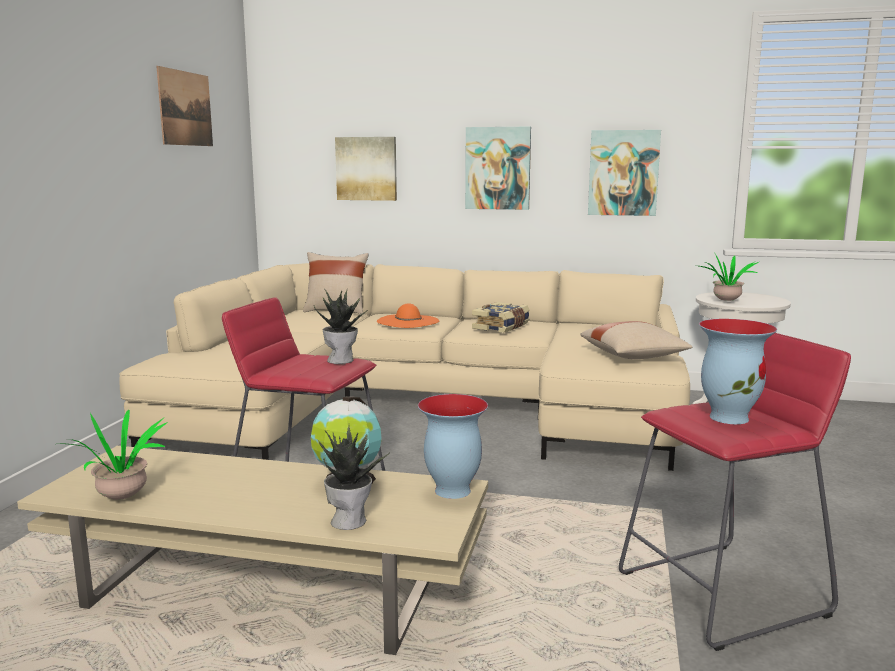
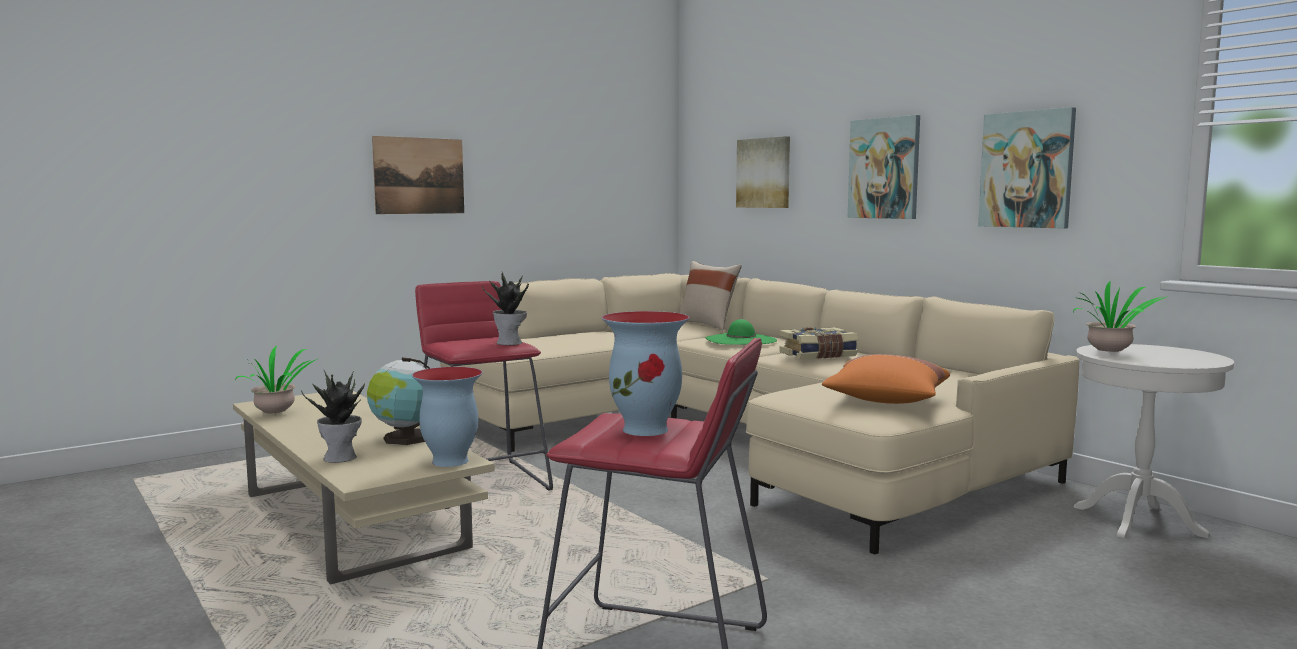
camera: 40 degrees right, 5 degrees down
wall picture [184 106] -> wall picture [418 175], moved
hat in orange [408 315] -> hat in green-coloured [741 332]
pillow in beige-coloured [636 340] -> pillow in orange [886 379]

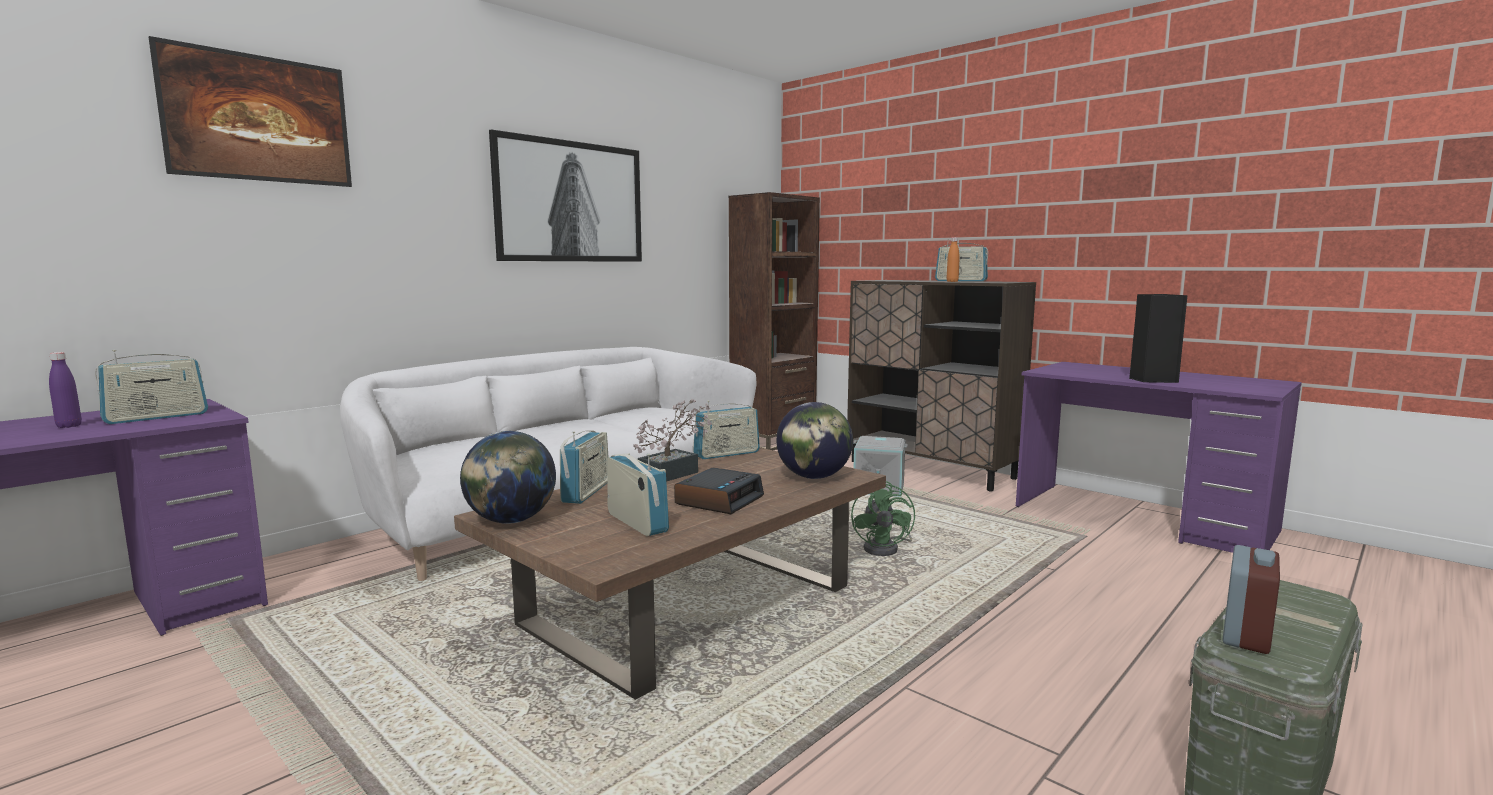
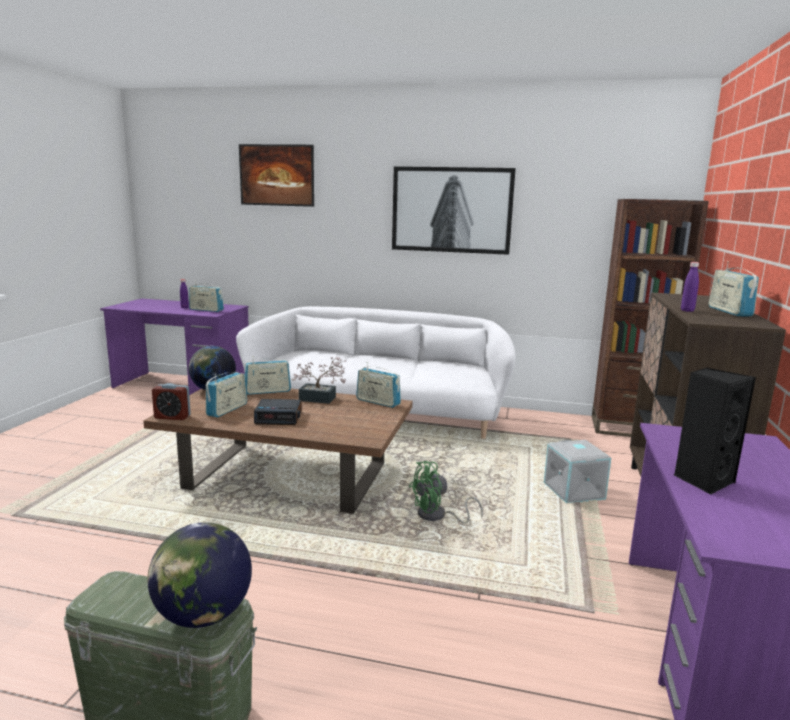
camera: 60 degrees right, 5 degrees up
desk globe [814 440] -> desk globe [199 575], moved
bedside clock [1251 599] -> bedside clock [171 401], moved
bottle in orange [953 259] -> bottle in purplish [690 287]

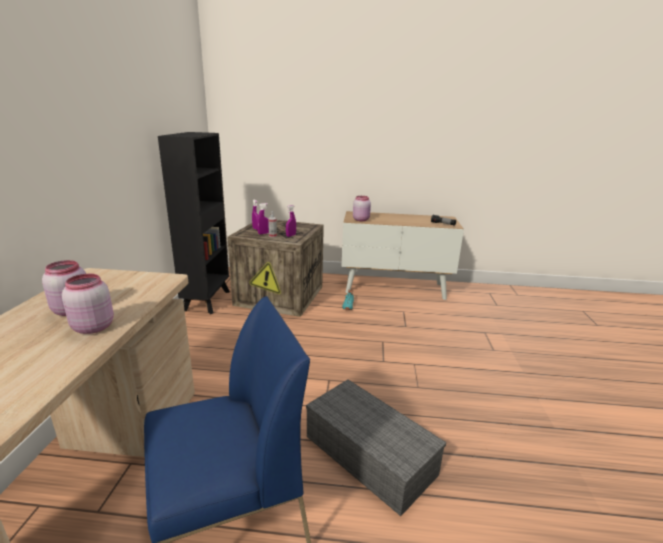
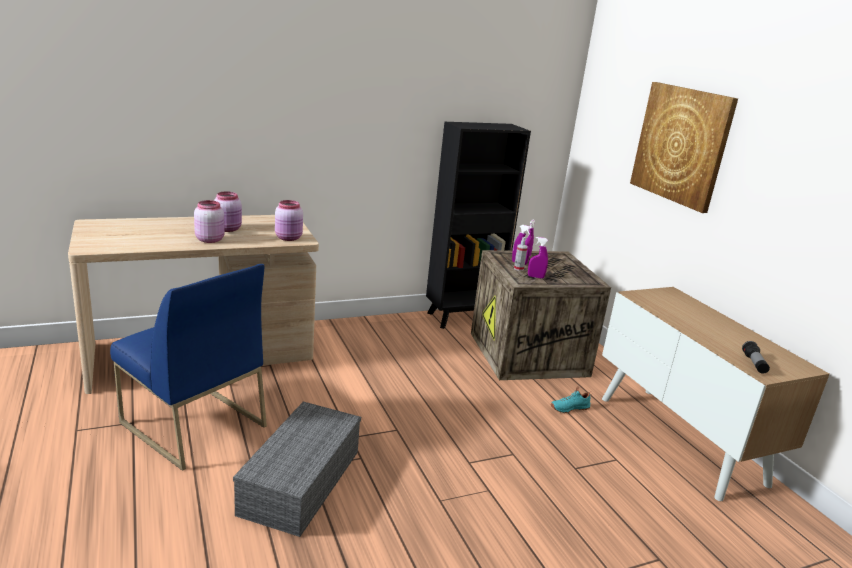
camera: 60 degrees right, 0 degrees up
none -> wall picture [684 147]
jar in pink [362 208] -> jar in pink [289 220], moved

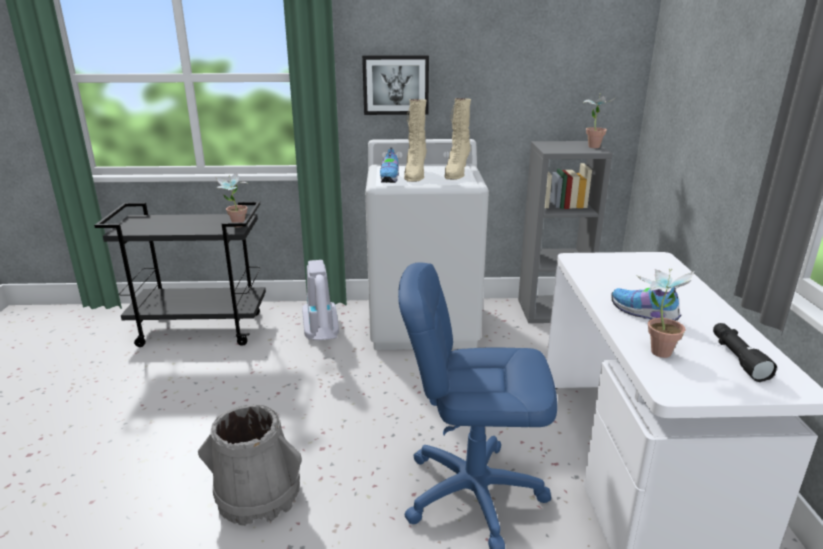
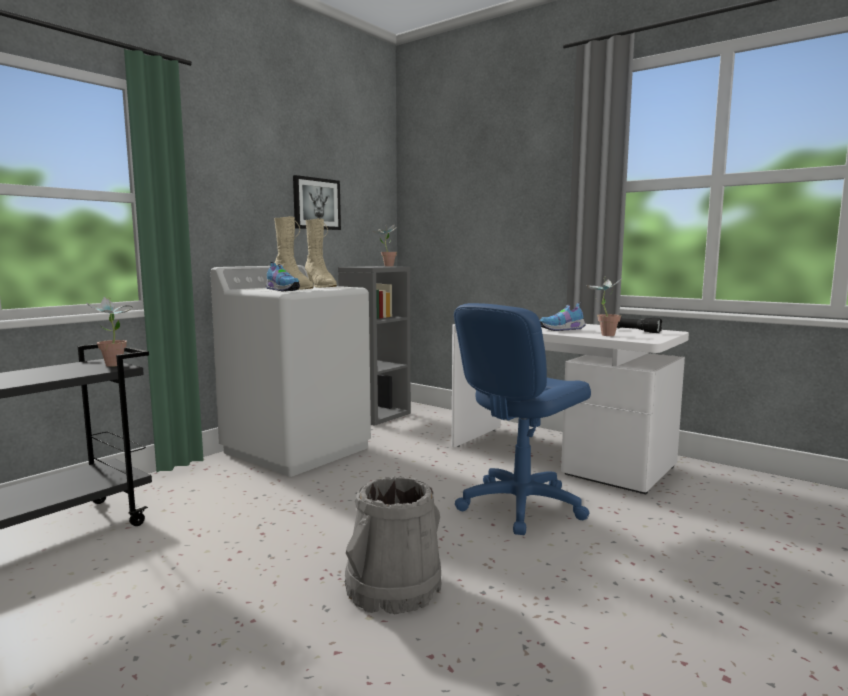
camera: 50 degrees left, 15 degrees down
vacuum cleaner [320 300] -> none
wall picture [395 85] -> wall picture [317 202], moved

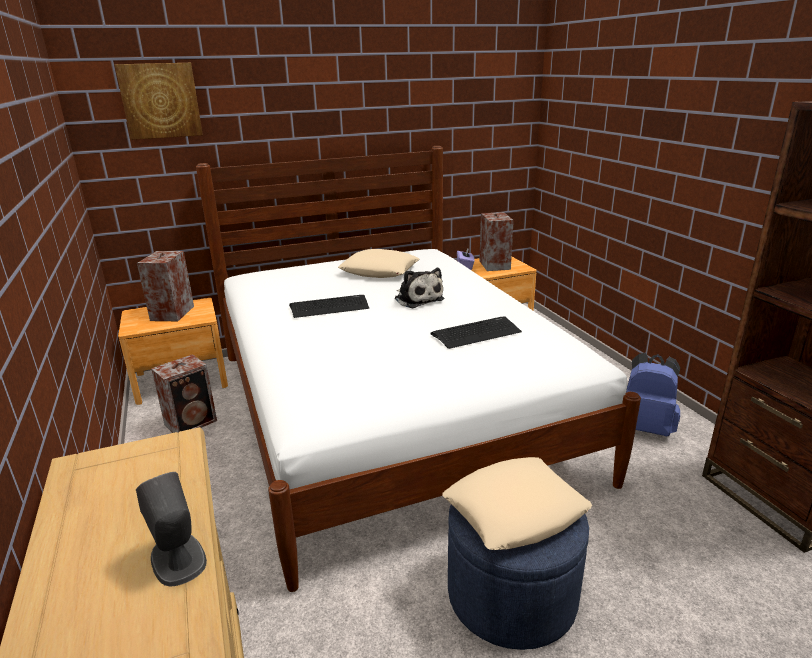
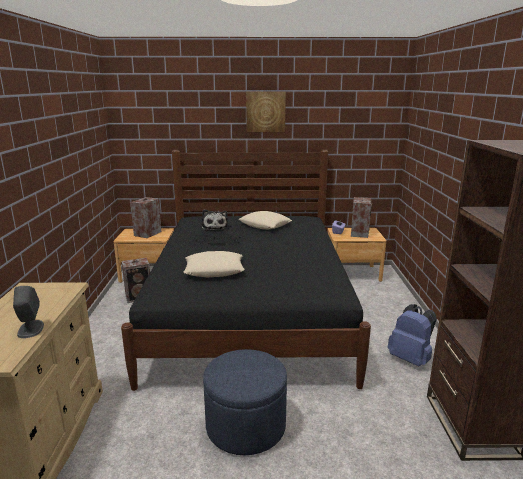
camera: 20 degrees right, 5 degrees down
PC keyboard [476 332] -> none
wall picture [159 101] -> wall picture [266 112], moved
plush toy [419 288] -> plush toy [215 220], moved
pillow in beige-coloured [517 503] -> pillow in beige-coloured [214 264], moved
bedroom bed in whitish [418 369] -> bedroom bed in black [246 270]

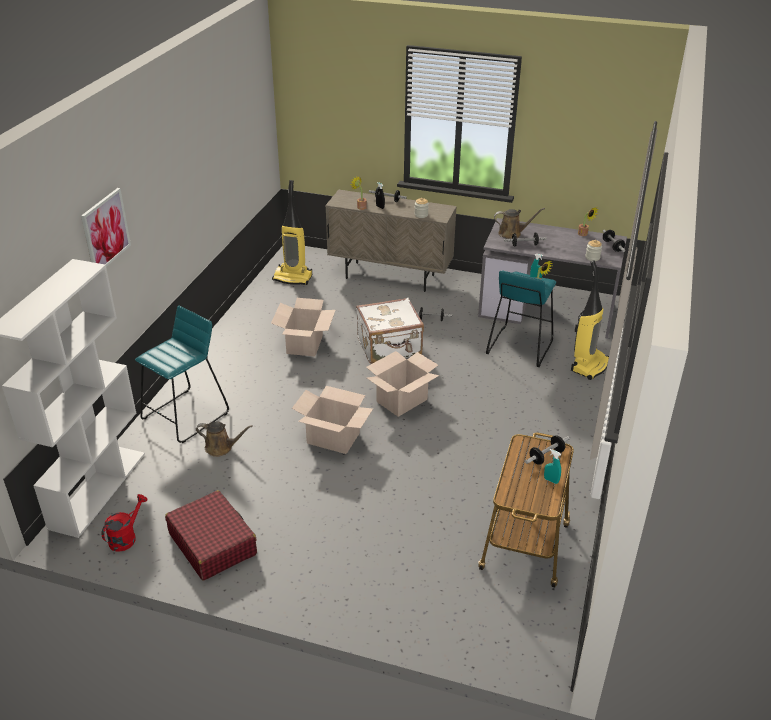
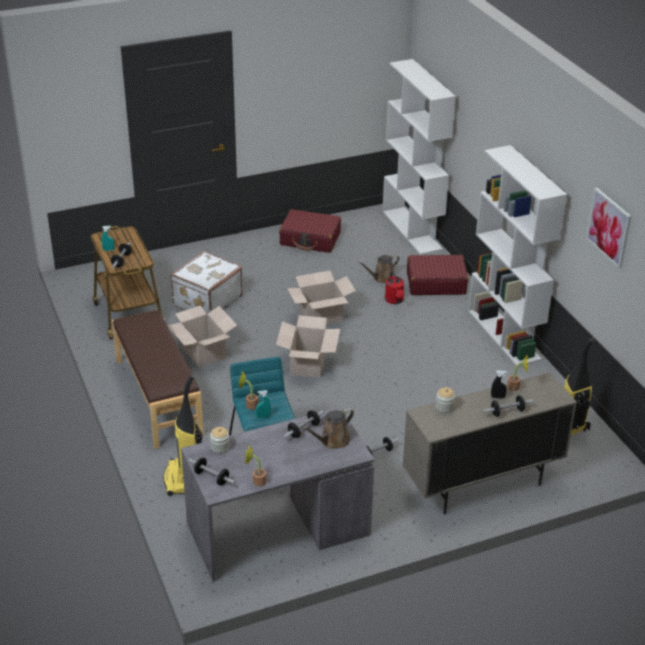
camera: 140 degrees right, 0 degrees up
none -> bench in brown-coloured [158 379]
none -> bookcase in whitish [517 255]
wall picture [106 227] -> wall picture [608 228], moved
watering pot in red [124 523] -> watering pot in red [394 287], moved
packing box [303 327] -> packing box [202 336], moved
piece of luggage in whitish [390 331] -> piece of luggage in whitish [206 282], moved
stool in blue-green [182 374] -> piece of luggage in red [437 275]

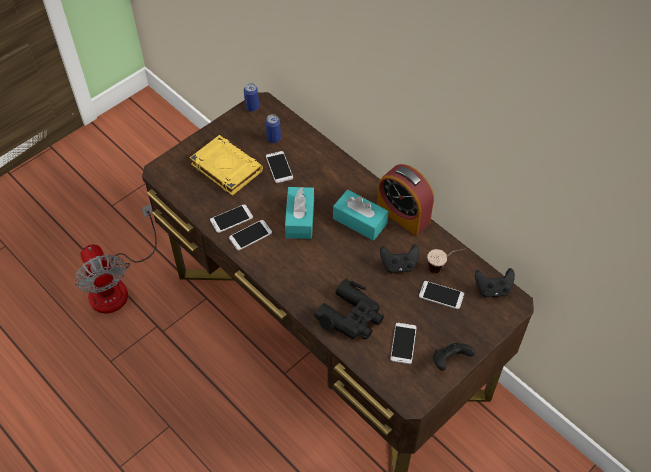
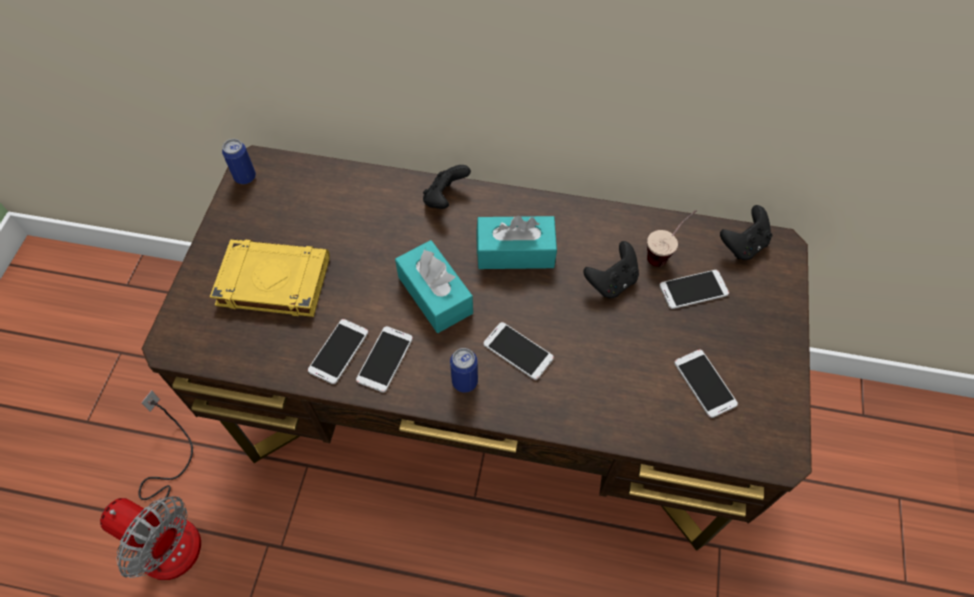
camera: 35 degrees left, 5 degrees up
binoculars in black [349 308] -> none
bedside clock [405 200] -> none
can [273 128] -> can [464 370], moved
phone [279 167] -> phone [518 351], moved
joypad in black [454 357] -> joypad in black [447 187], moved

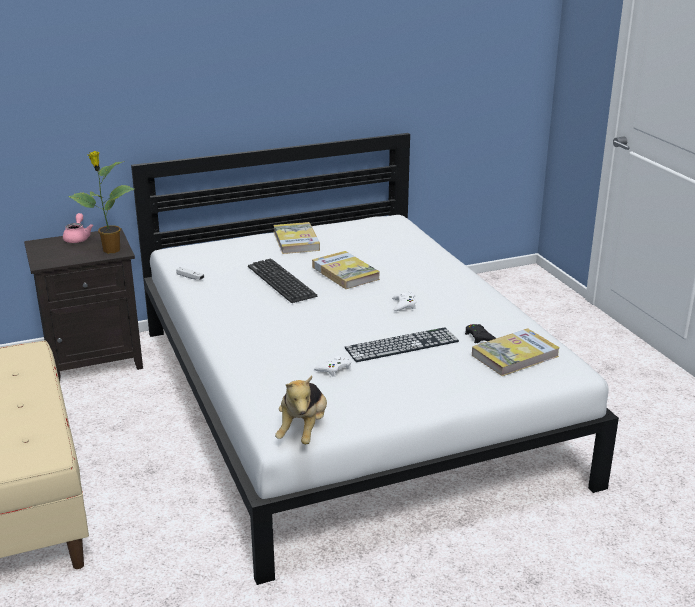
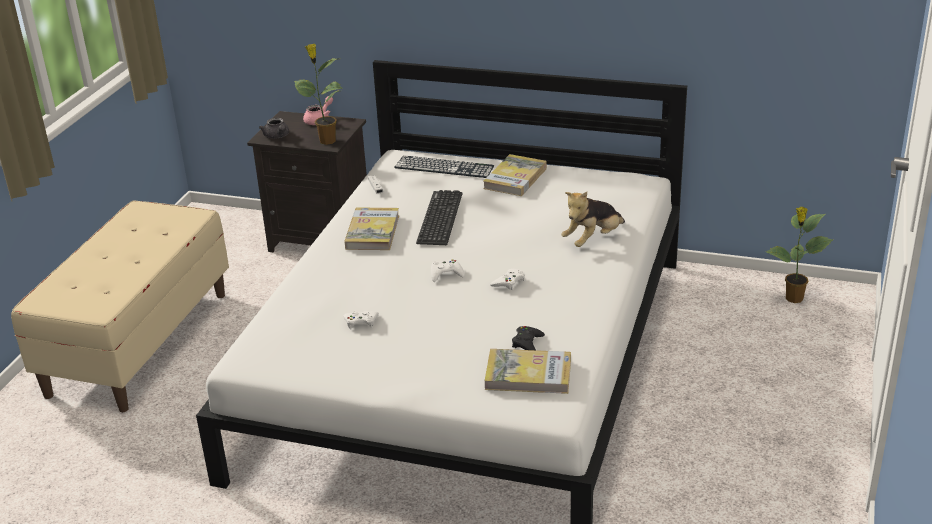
camera: 40 degrees right, 5 degrees up
none -> tea pot in greyish [274 128]
none -> joypad in whitish [448 270]
none -> potted plant [799 255]
plush toy [301 410] -> plush toy [593 219], moved
volume [346 270] -> volume [371 229], moved
PC keyboard [401 345] -> PC keyboard [444 166], moved

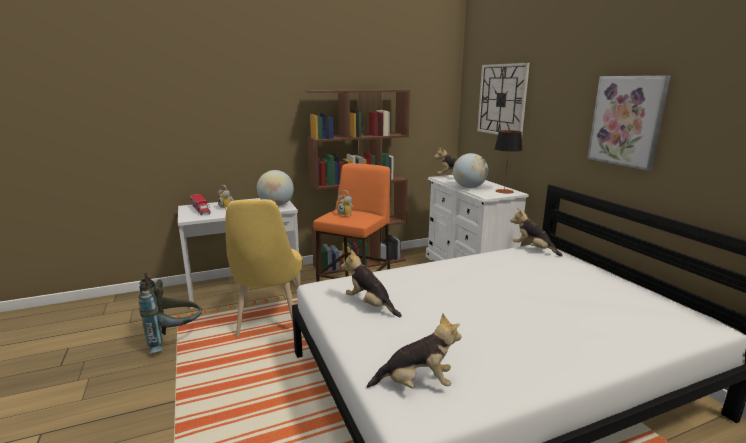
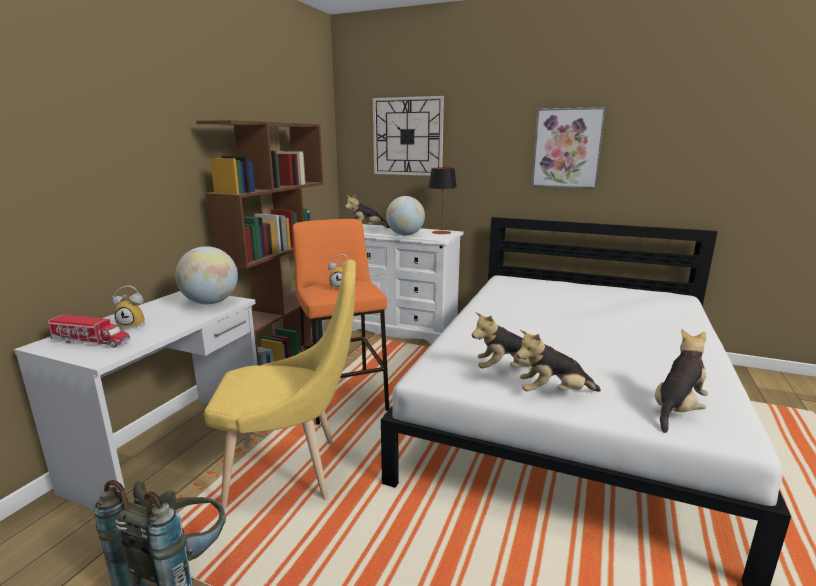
camera: 45 degrees left, 0 degrees up
plush toy [536 232] -> plush toy [558 361], moved
plain chair in yellow-coloured [264 268] -> plain chair in yellow-coloured [280 384], 45 degrees counterclockwise

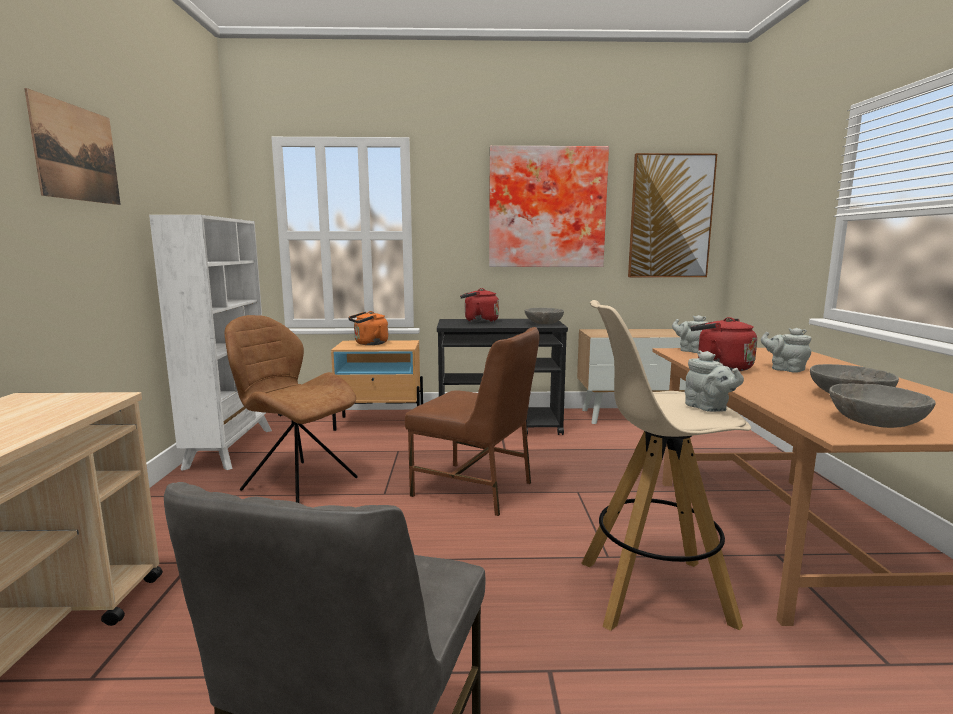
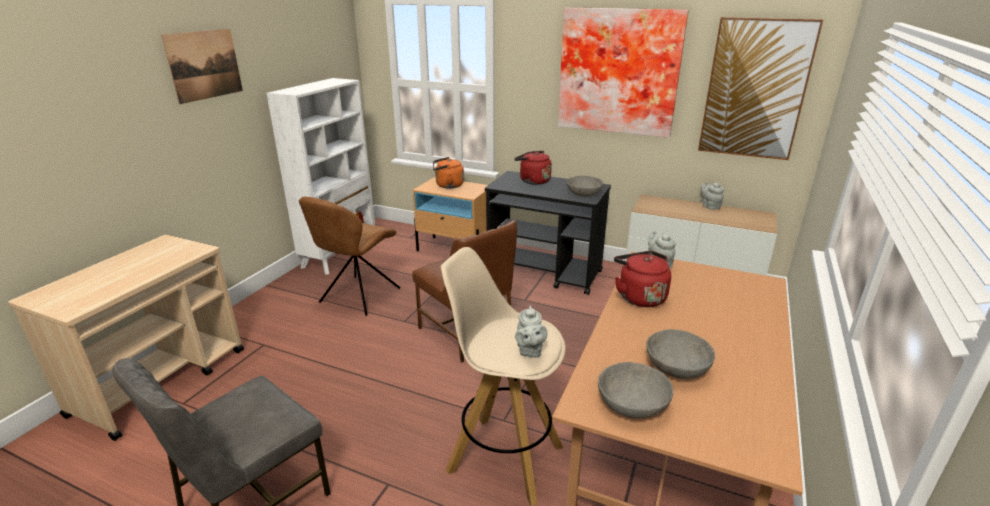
camera: 25 degrees right, 15 degrees up
tea pot in greyish [786 350] -> tea pot in greyish [712 196], moved
plain chair in brown-coloured [291 409] -> plain chair in brown-coloured [349 256], 120 degrees counterclockwise

